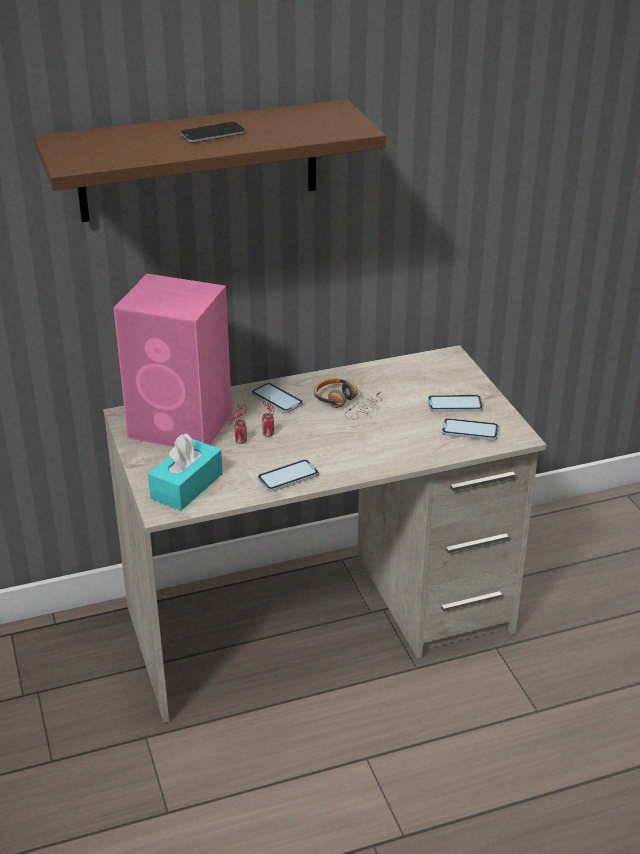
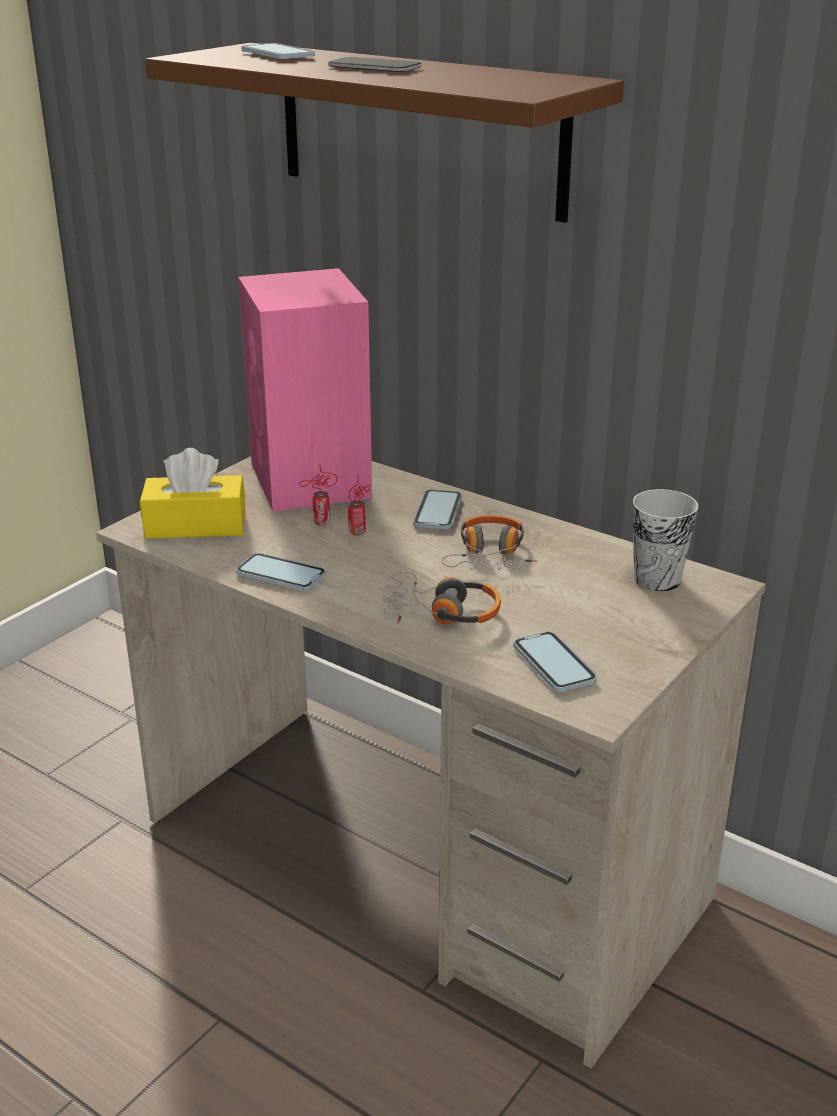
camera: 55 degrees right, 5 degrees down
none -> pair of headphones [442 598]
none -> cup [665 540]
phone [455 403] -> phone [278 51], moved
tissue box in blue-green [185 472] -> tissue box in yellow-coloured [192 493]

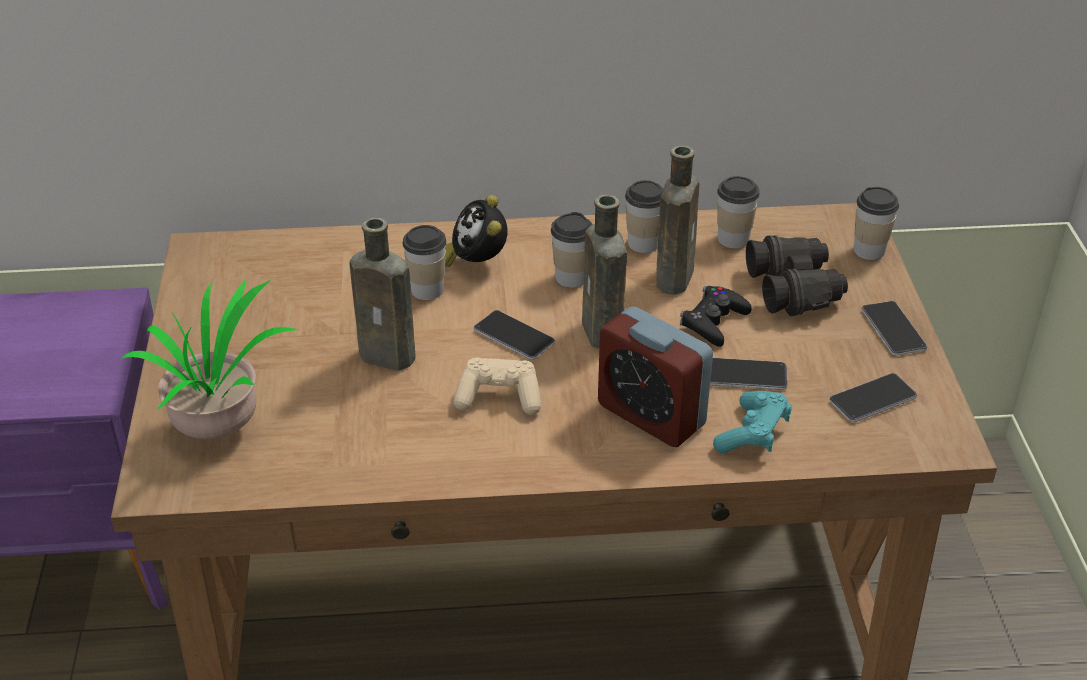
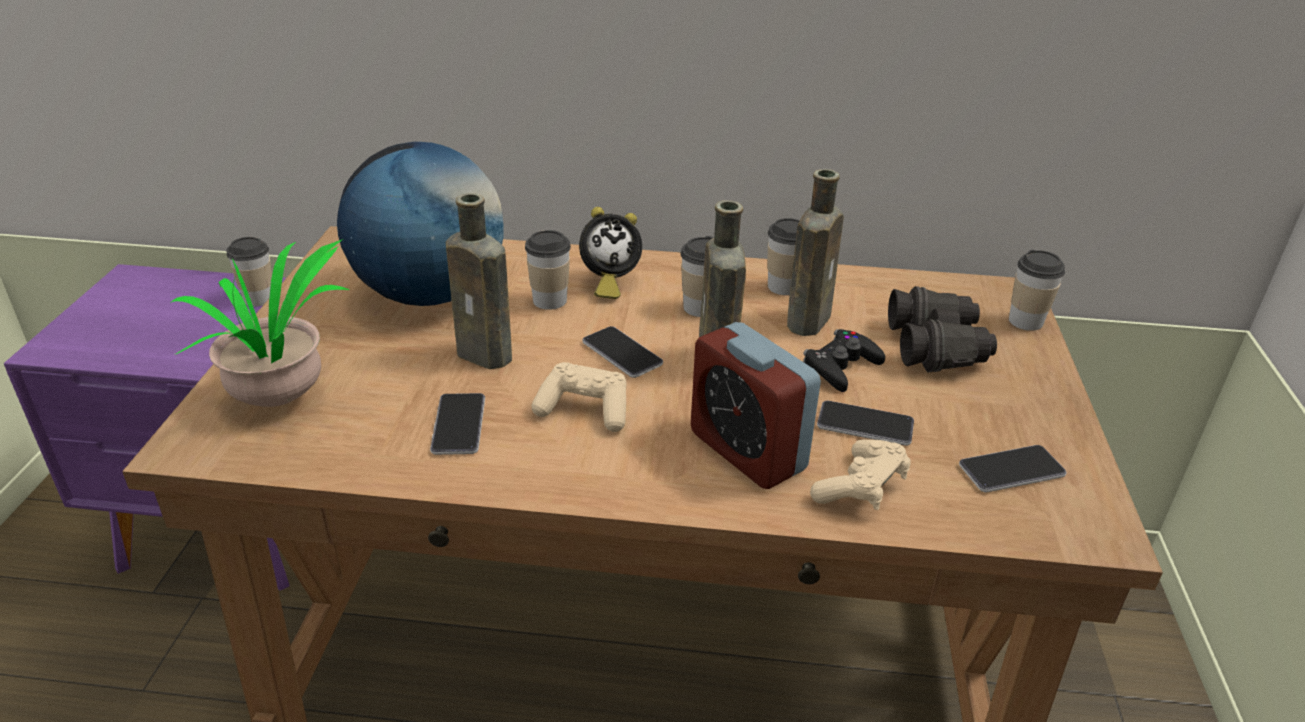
camera: 10 degrees right, 5 degrees down
none -> desk globe [420 224]
cup [738 212] -> cup [249 272], moved
phone [894 328] -> phone [457 424], moved
joypad in blue-green [752 422] -> joypad in beige-coloured [860 474]
bedside clock [476 231] -> bedside clock [610 253], 105 degrees counterclockwise

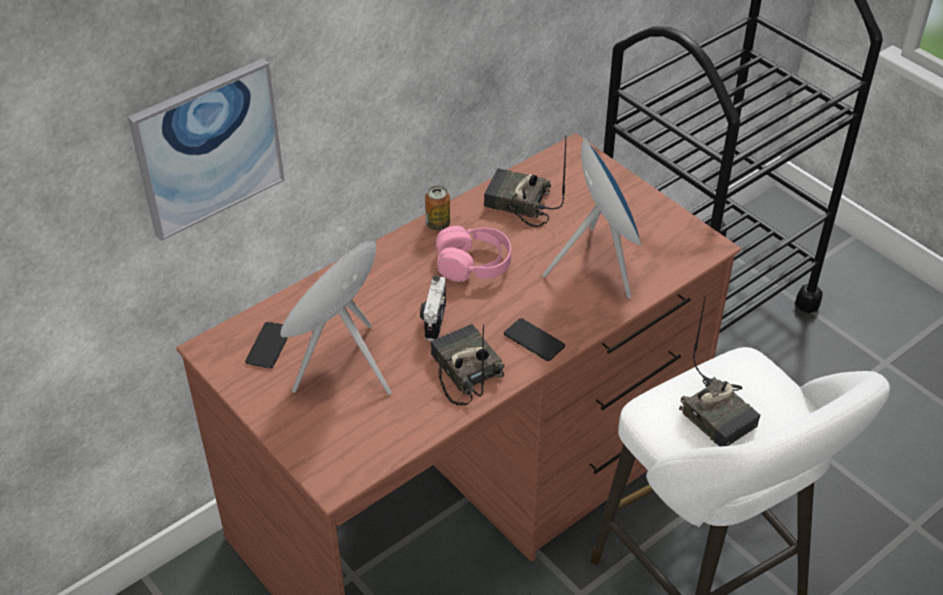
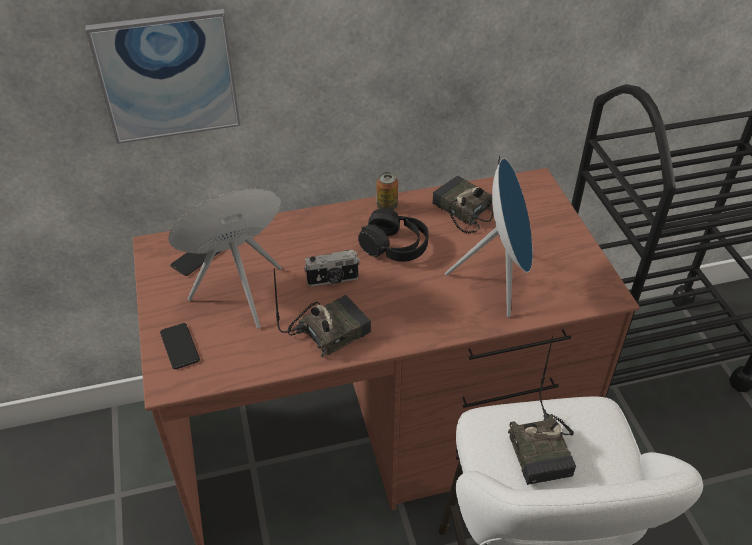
camera: 25 degrees right, 0 degrees up
phone [534 339] -> phone [180 346], moved
pair of headphones in pink [473 254] -> pair of headphones in black [393 235]
photo camera [433 308] -> photo camera [332 268], 135 degrees counterclockwise
radio [467 365] -> radio [322 313], 60 degrees clockwise

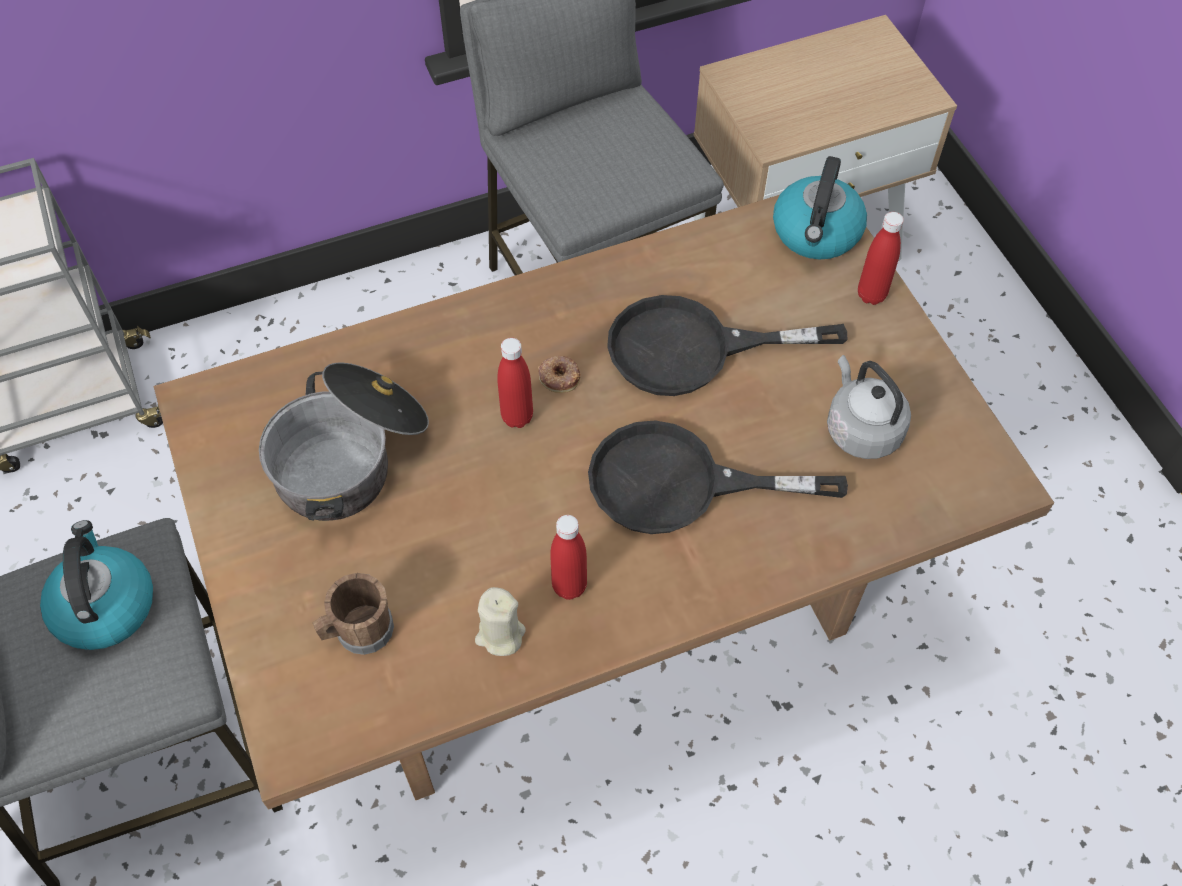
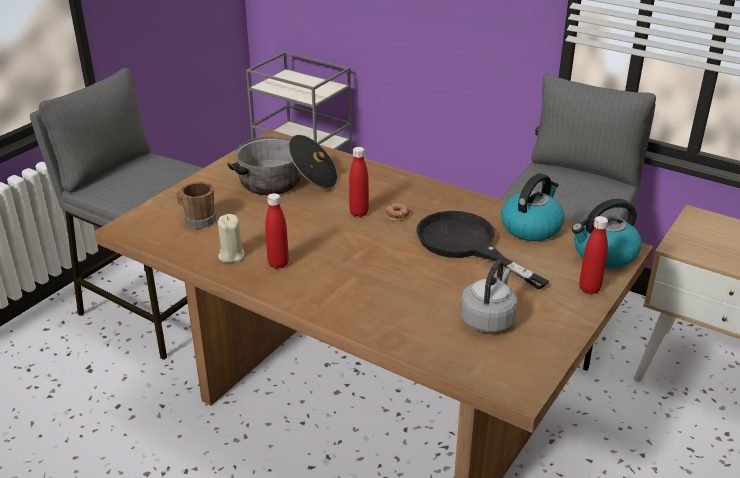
camera: 55 degrees right, 25 degrees down
skillet in black [718 477] -> none
tea kettle [96 585] -> tea kettle [533 207], moved

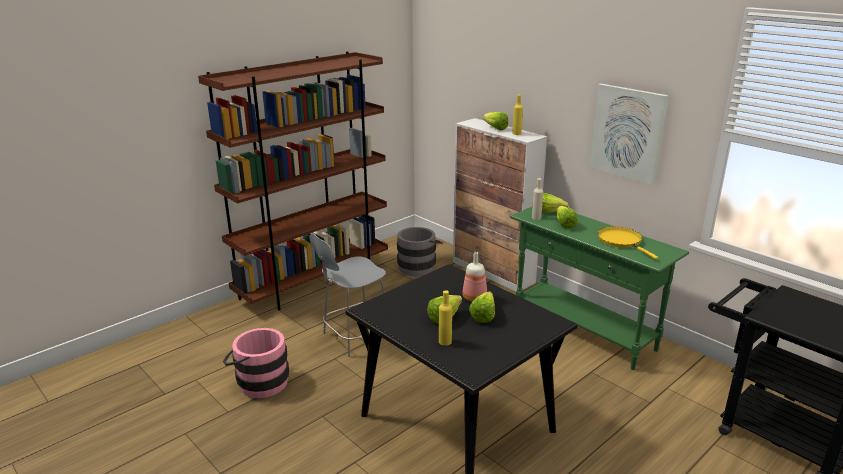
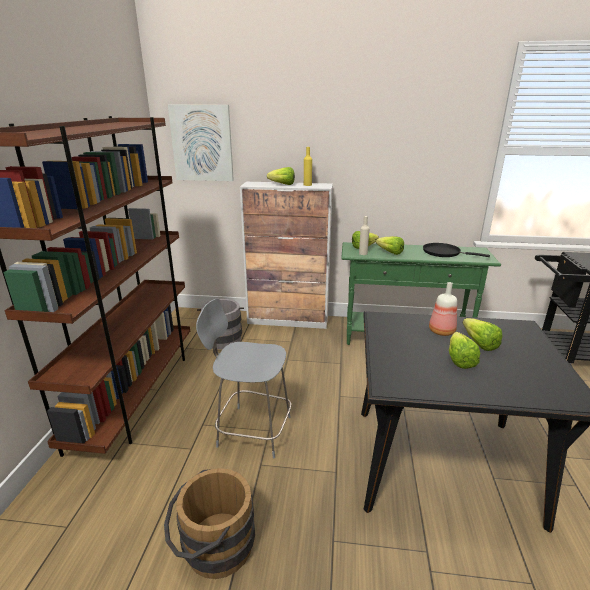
camera: 40 degrees left, 0 degrees up
bottle in yellow-coloured [445 318] -> none
wall picture [629 134] -> wall picture [201 143], moved
bucket in pink [256 363] -> bucket in brown-coloured [209 523]
skillet in yellow-coloured [628 243] -> skillet in black [456 250]
plain chair in greyish [348 295] -> plain chair in greyish [243 378], 90 degrees clockwise

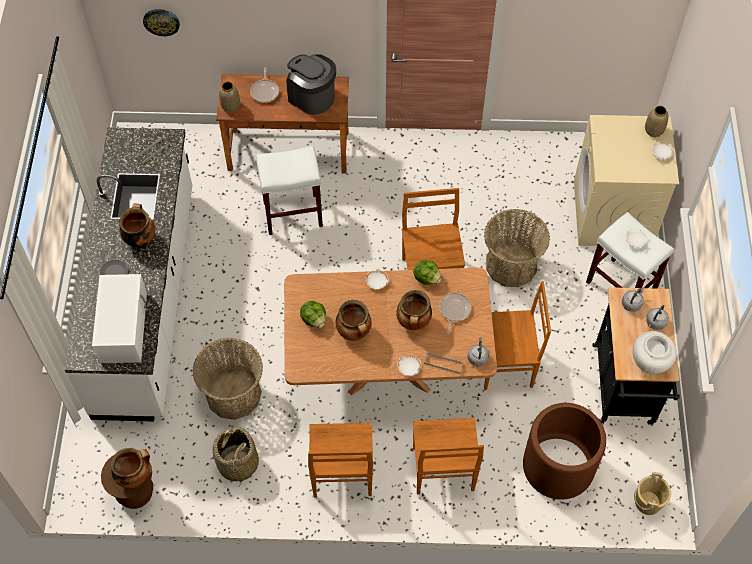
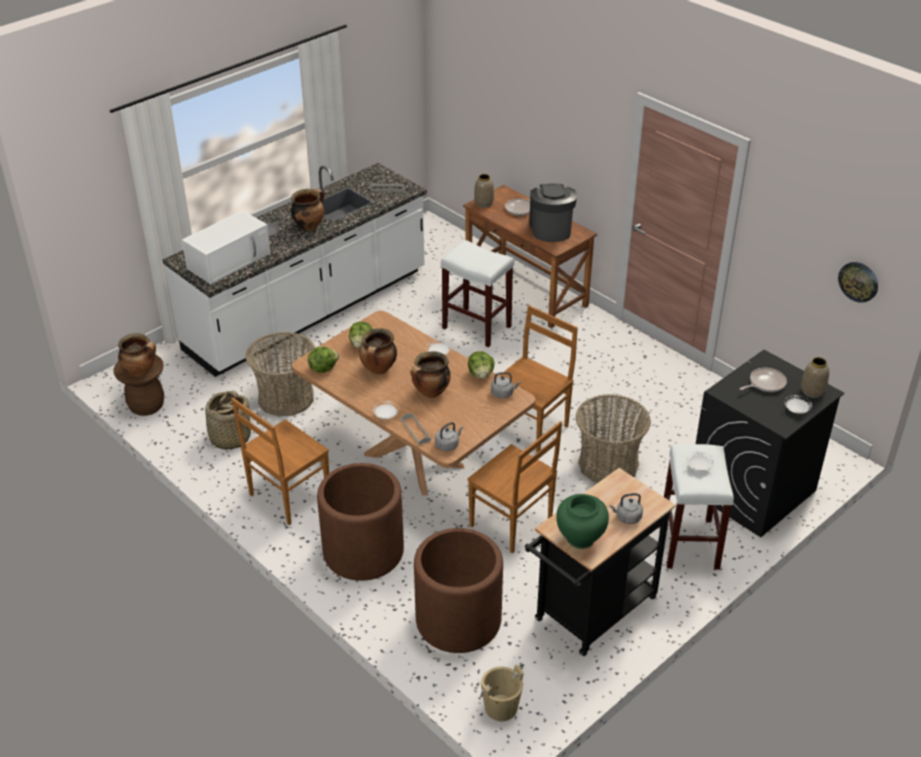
camera: 45 degrees right, 20 degrees down
none -> lettuce head [323 360]
clock on the wall [161 22] -> clock on the wall [858 282], moved
skillet [455 313] -> skillet [763 380], moved
tea kettle in greyish [633 299] -> tea kettle in greyish [506 385], moved
plain chair in brown-coloured [448 456] -> plant pot in brown-coloured [360 522]
laundry machine in beige-coloured [626 180] -> laundry machine in black [770 443]
flower vase in whitish [655 352] -> flower vase in green-coloured [582 521]

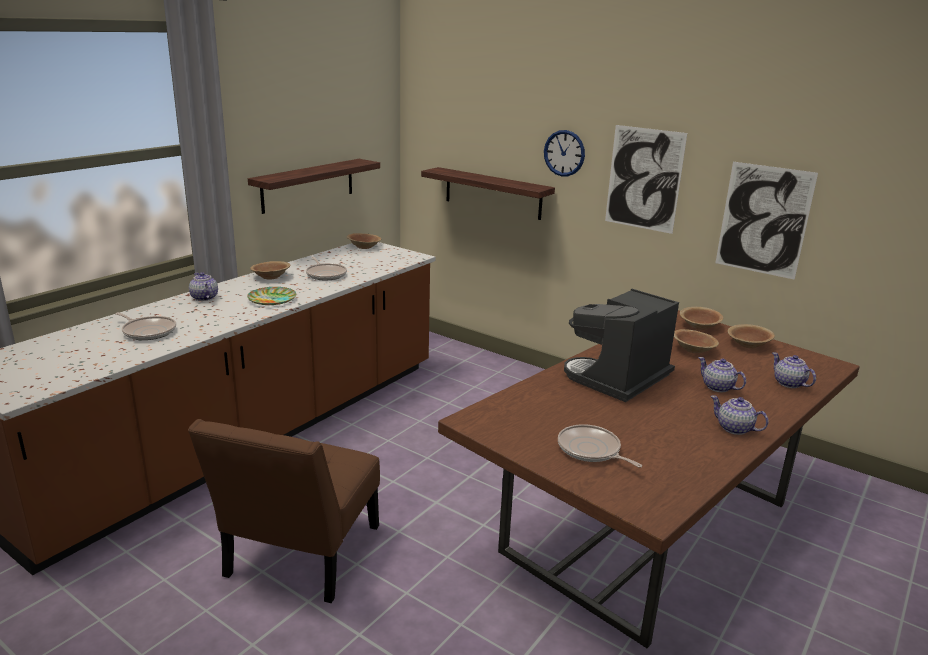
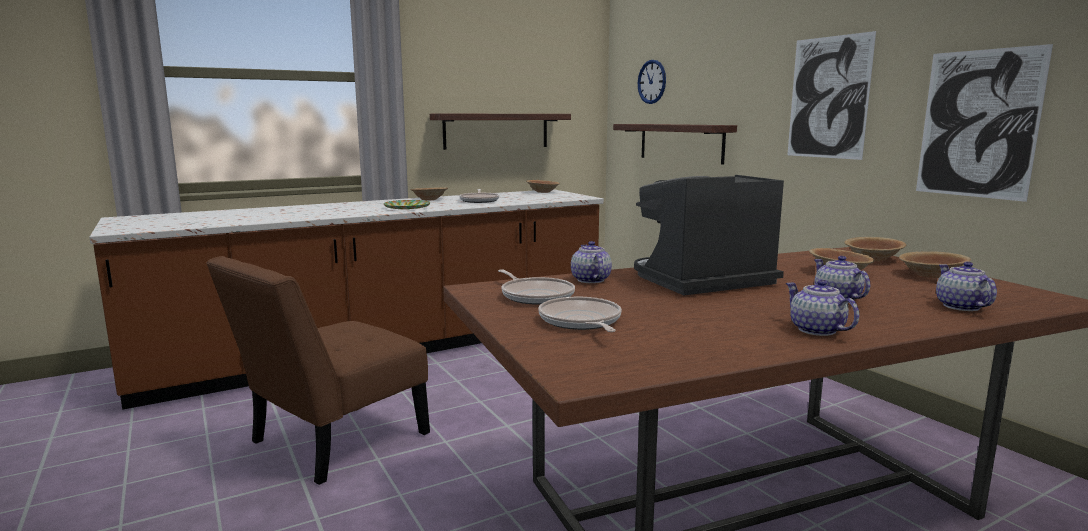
camera: 25 degrees right, 10 degrees down
skillet [145 326] -> skillet [536 287], moved
tea pot [203 286] -> tea pot [591 262], moved
clock on the wall [564 153] -> clock on the wall [652 82], moved

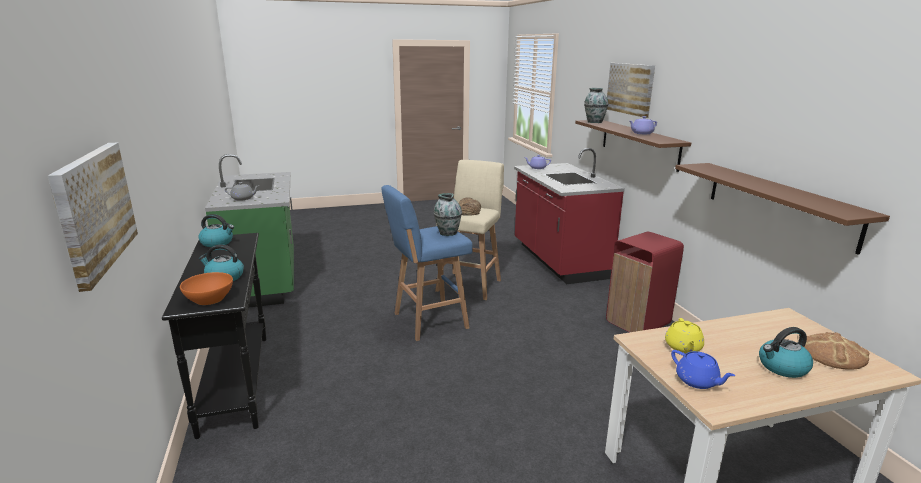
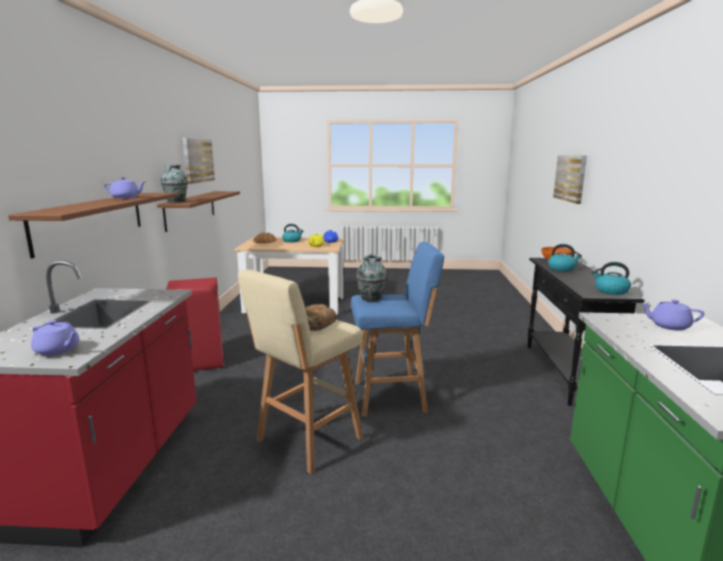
camera: 160 degrees left, 5 degrees down
flower vase [596 105] -> flower vase [174 184], moved
wall picture [631 90] -> wall picture [198 161], moved
tea pot in greyish [242 191] -> tea pot in purplish [672 315]

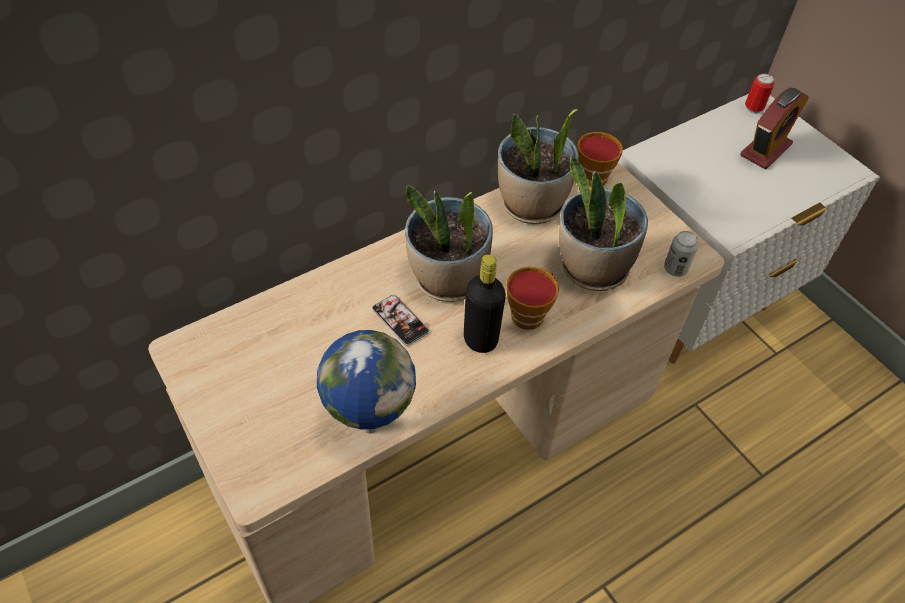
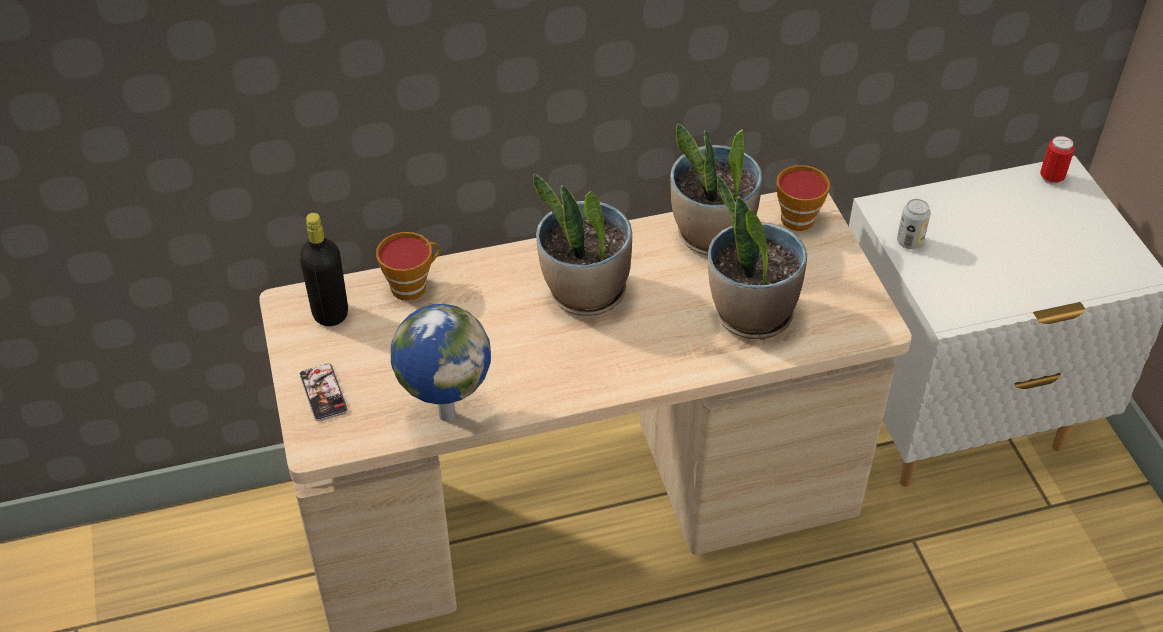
camera: 20 degrees right, 5 degrees down
bedside clock [774 128] -> none
phone [400 320] -> phone [323 392], moved
bottle in black [485 303] -> bottle in black [324 269], moved
cup [532 298] -> cup [408 266], moved
can [681 254] -> can [914 224], moved

